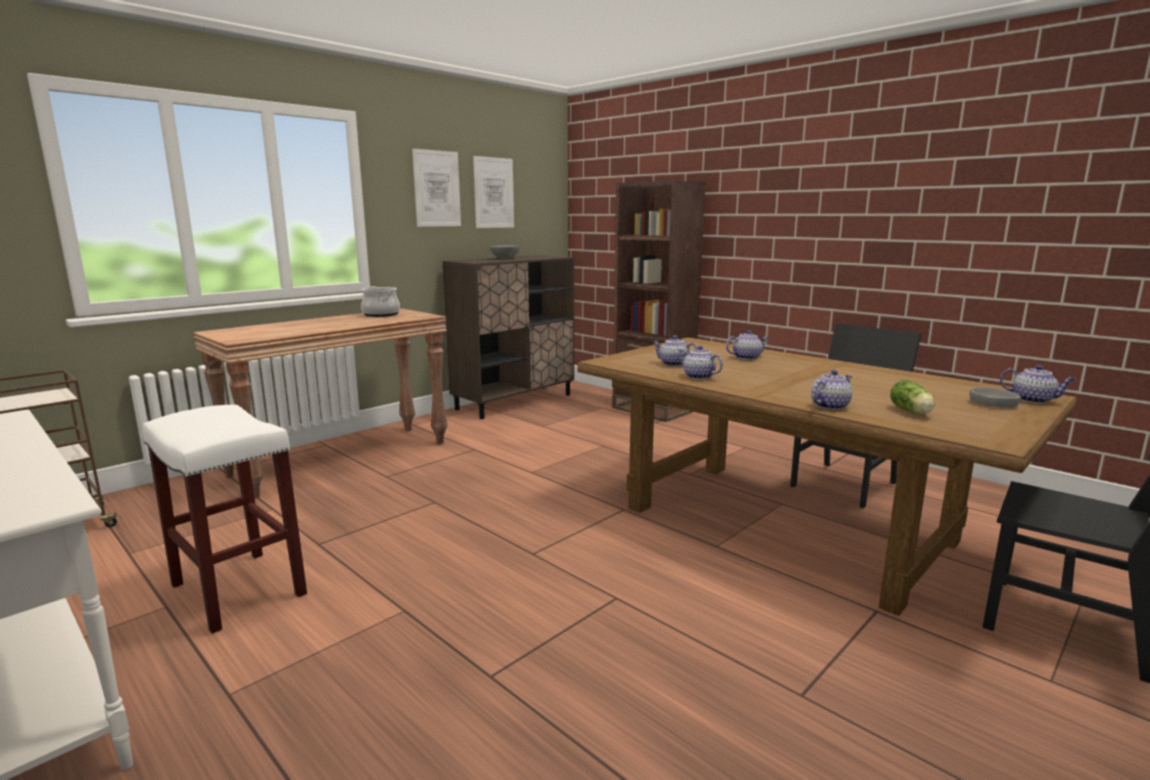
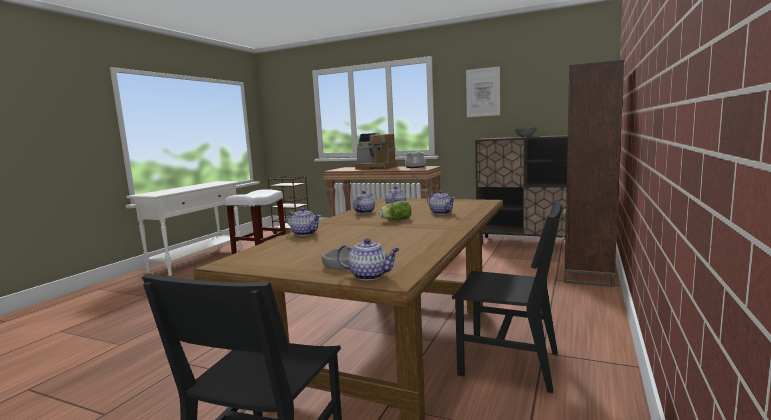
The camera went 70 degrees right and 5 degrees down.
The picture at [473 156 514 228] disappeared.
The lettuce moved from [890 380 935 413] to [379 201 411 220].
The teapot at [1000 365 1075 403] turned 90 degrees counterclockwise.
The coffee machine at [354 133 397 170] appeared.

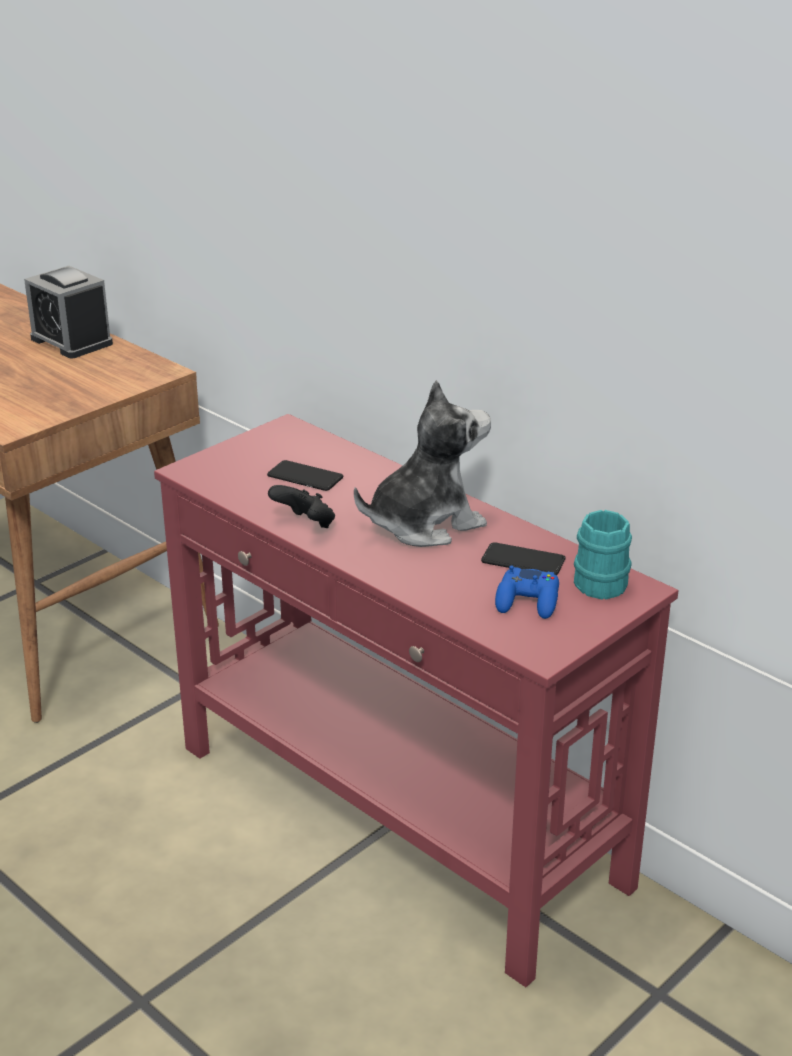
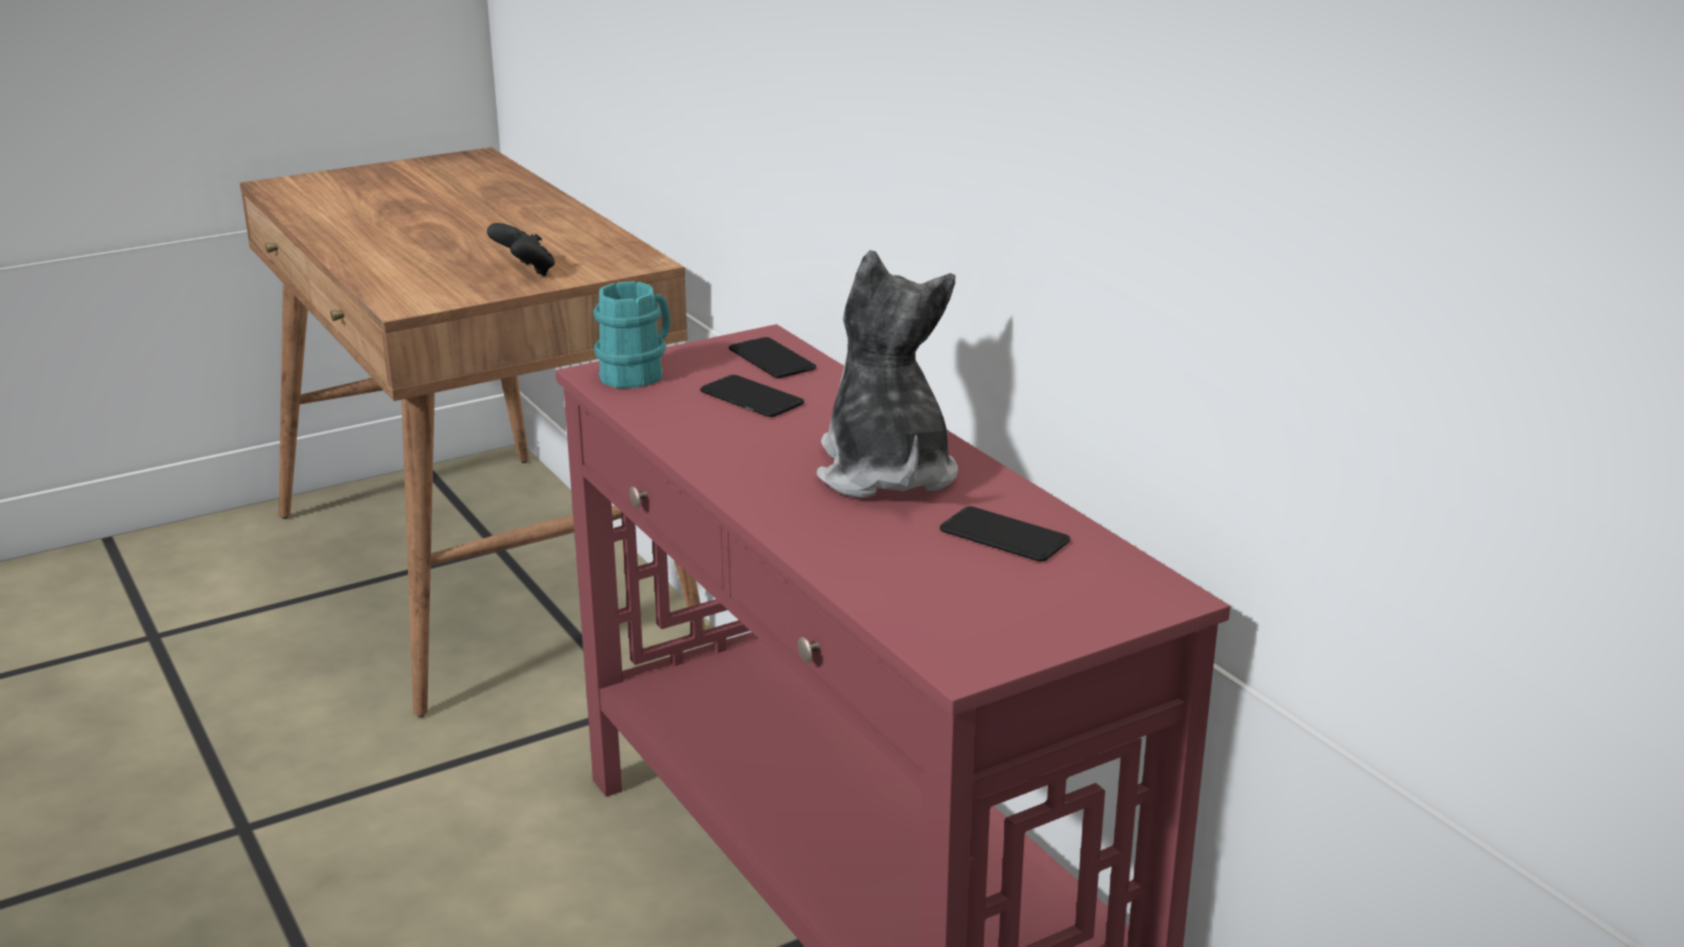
The camera went 15 degrees right and 5 degrees down.
The alarm clock at [24 266 113 359] disappeared.
The black game controller moved from [268 485 335 528] to [487 223 555 276].
The plush toy at [354 380 491 547] turned 90 degrees counterclockwise.
The blue game controller at [495 565 559 619] disappeared.
The turquoise mug moved from [574 510 632 600] to [593 281 670 389].
The phone at [729 337 817 378] appeared.

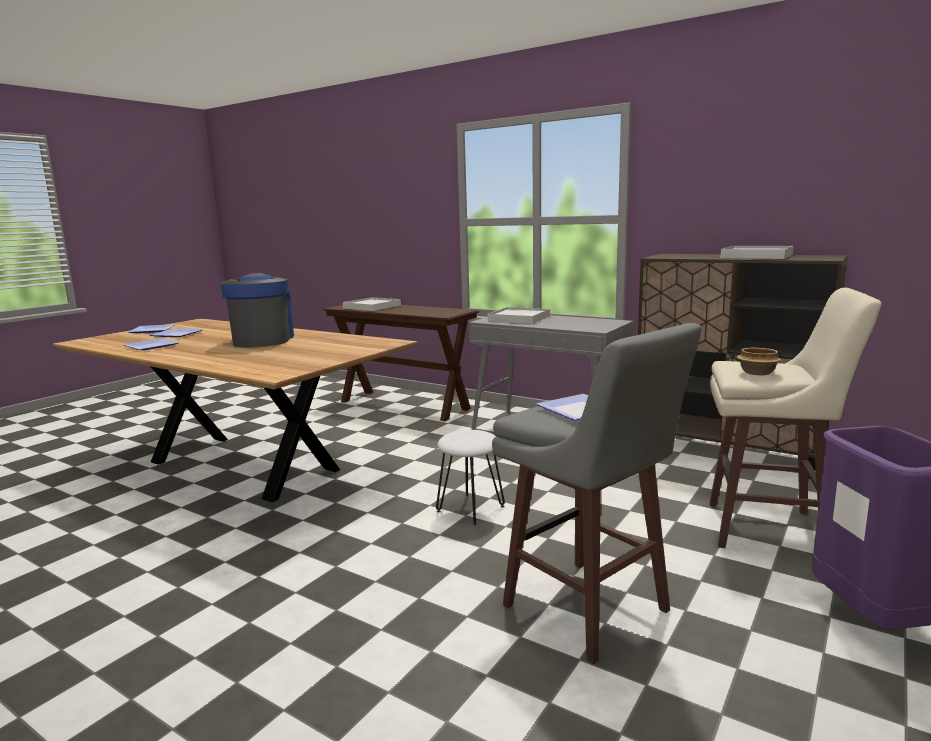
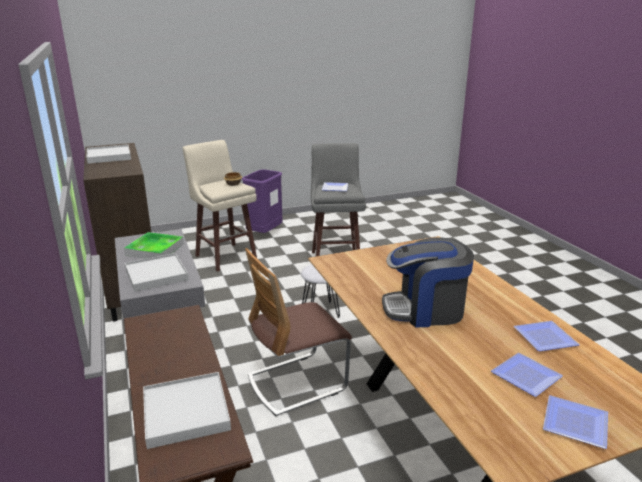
The camera went 145 degrees left and 10 degrees up.
The coffee machine at [220 273 294 348] turned 60 degrees clockwise.
The tray at [124 232 184 259] appeared.
The chair at [245 248 352 416] appeared.

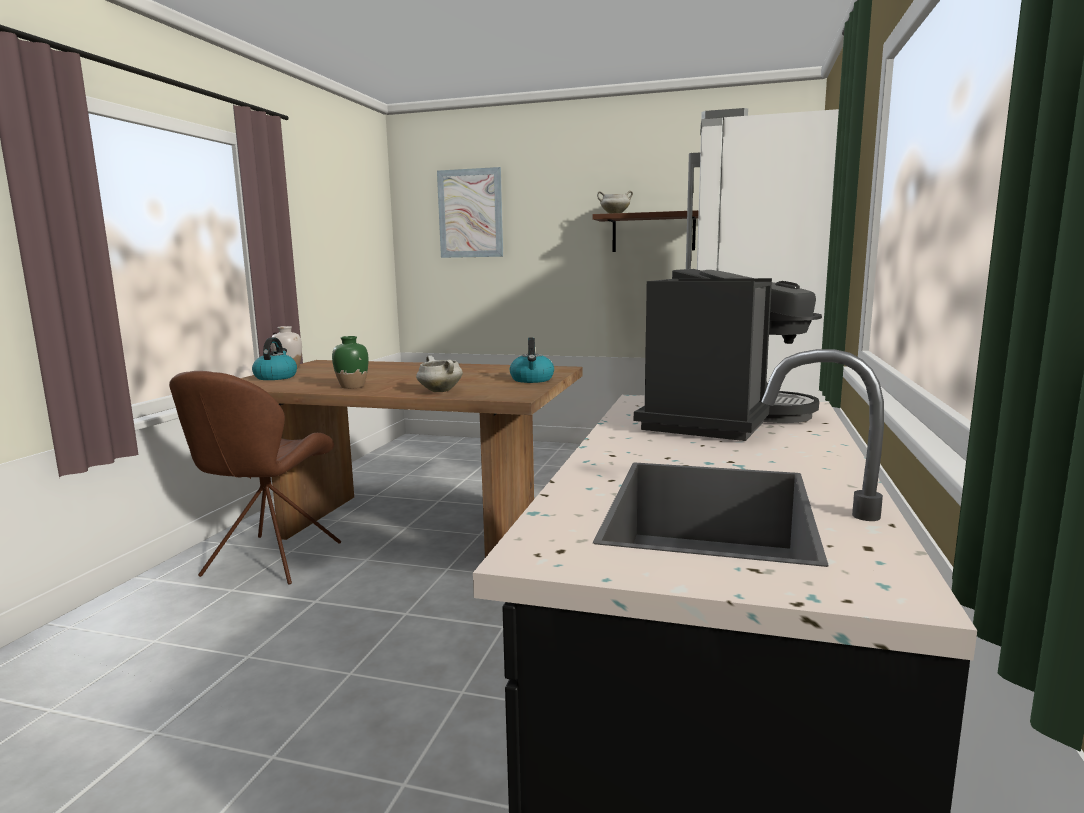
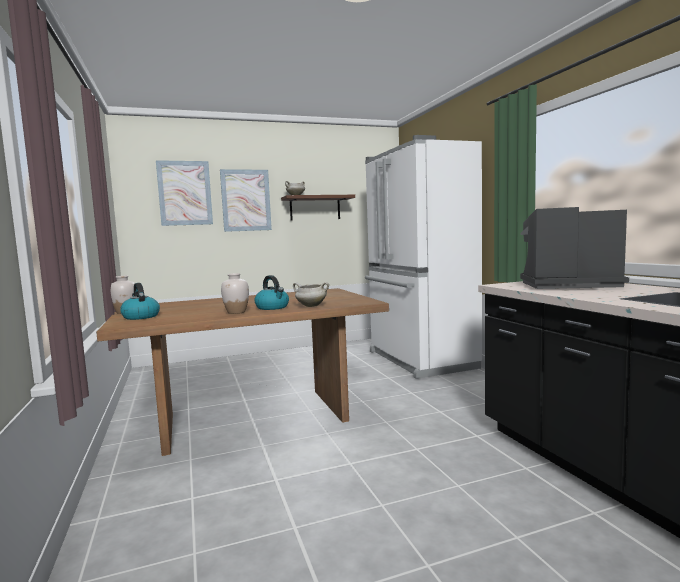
The camera went 35 degrees left and 5 degrees down.
The brown chair at [169 371 341 584] disappeared.
The green vase at [332 336 369 389] became the white vase at [221 273 249 314].
The kettle moved from [510 337 554 383] to [254 275 289 310].
The coffee machine at [634 269 822 441] turned 75 degrees counterclockwise.
The picture at [220 169 272 232] appeared.

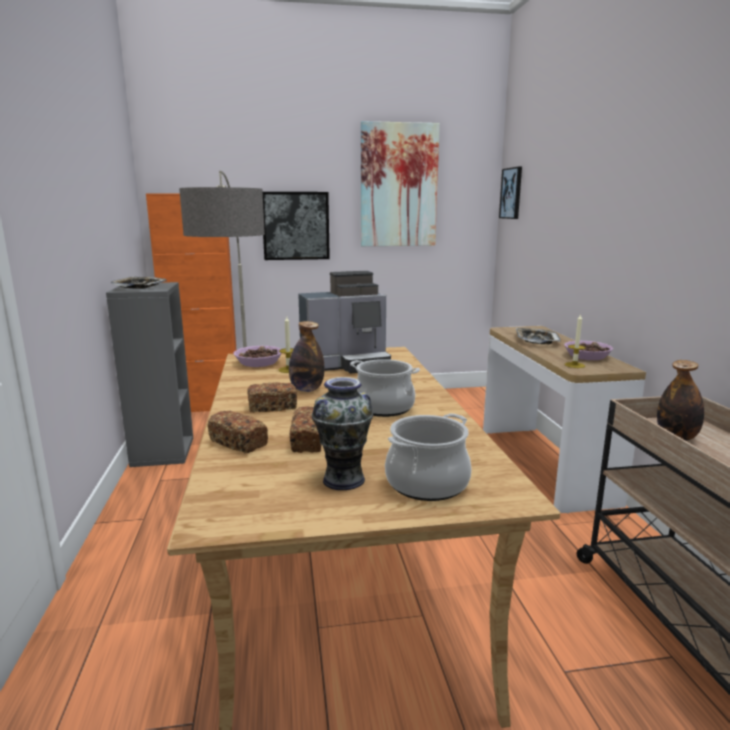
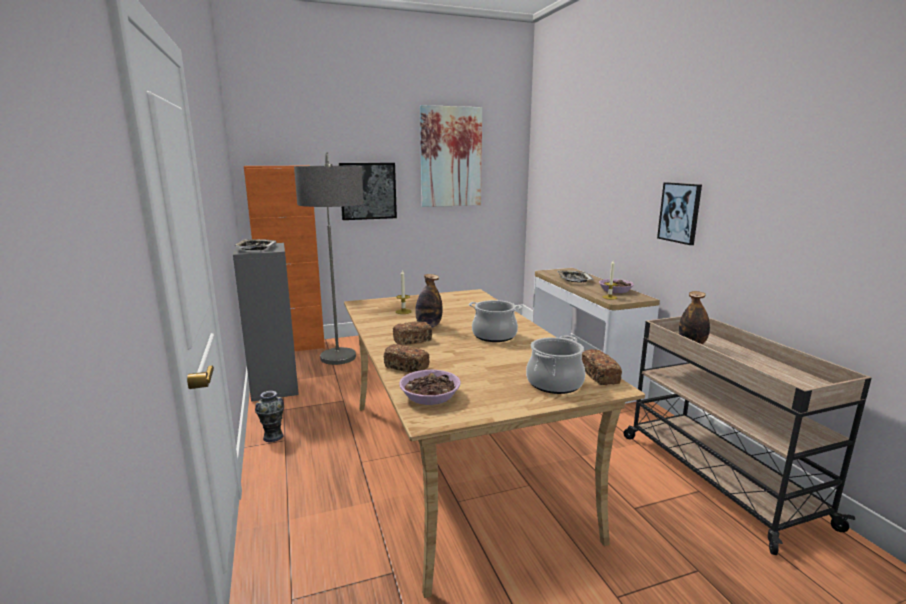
The camera went 10 degrees left and 0 degrees up.
The bowl moved from [233 346 282 367] to [399 370 461 405].
The bread moved from [290 406 322 453] to [582 349 622 385].
The coffee machine at [298 271 391 374] disappeared.
The vase moved from [312 377 373 490] to [255 391 284 442].
The picture moved from [499 167 522 219] to [657 182 702 245].

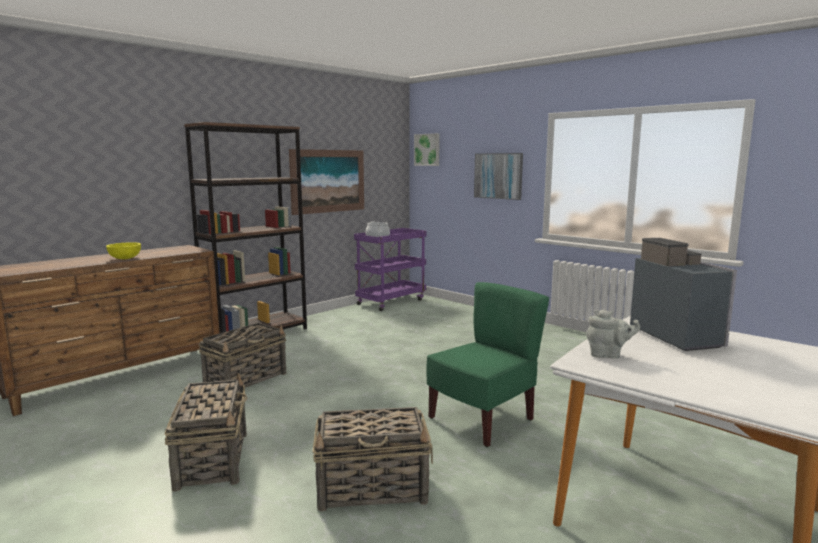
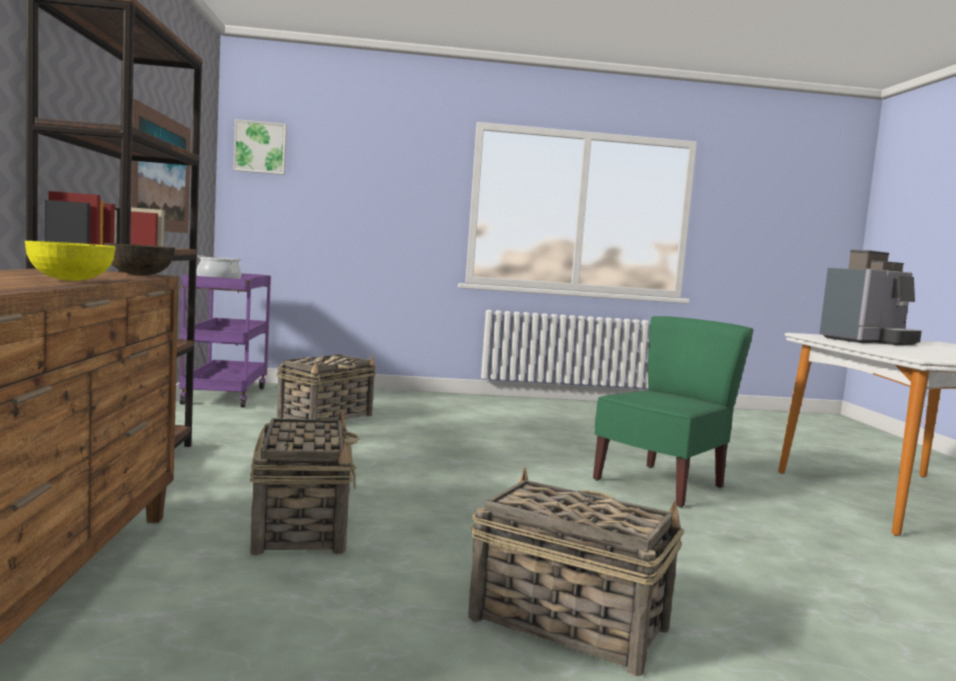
The camera went 50 degrees left and 5 degrees down.
The basket moved from [312 407 433 512] to [276 354 376 420].
The green chair at [426 282 549 447] turned 45 degrees clockwise.
The picture at [474 153 523 200] disappeared.
The grey teapot at [586 309 640 359] disappeared.
The coffee machine at [630 238 737 351] turned 120 degrees clockwise.
The brown bowl at [104 243 175 276] appeared.

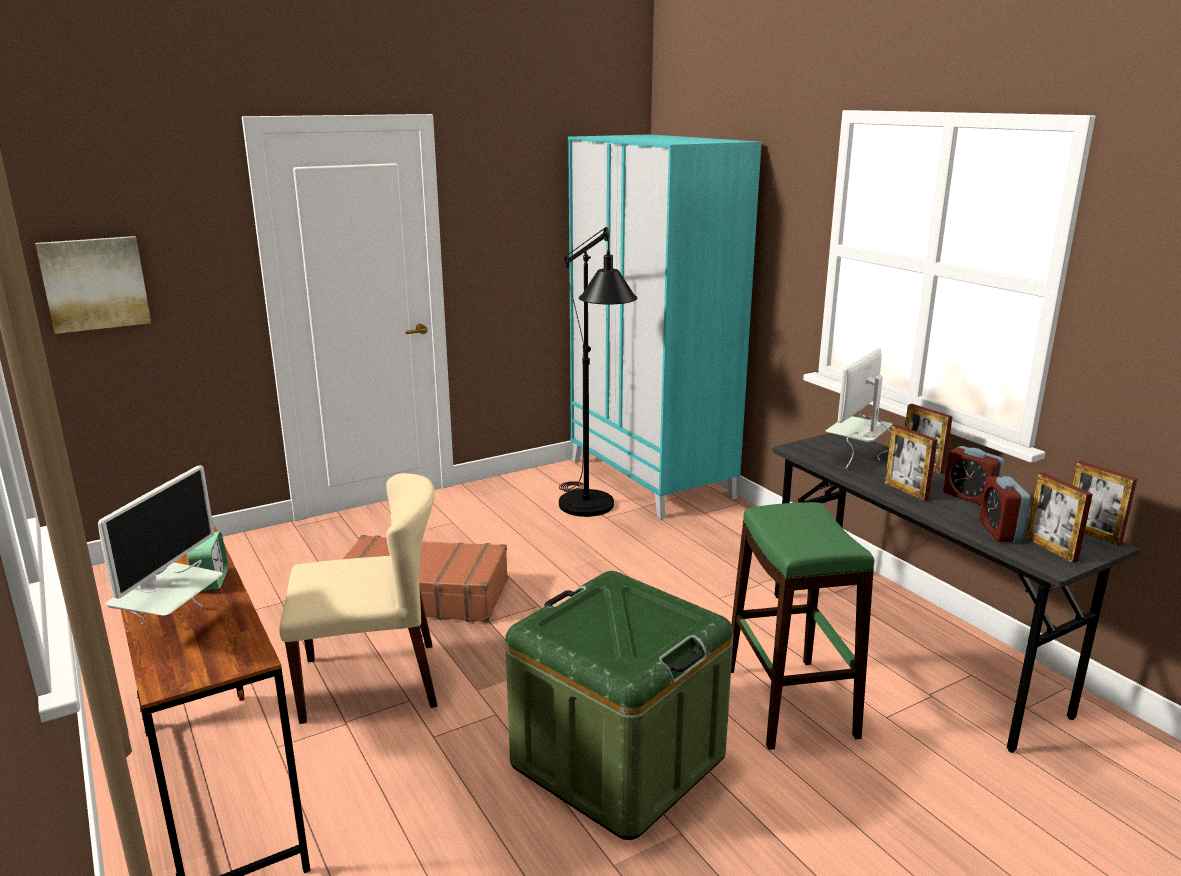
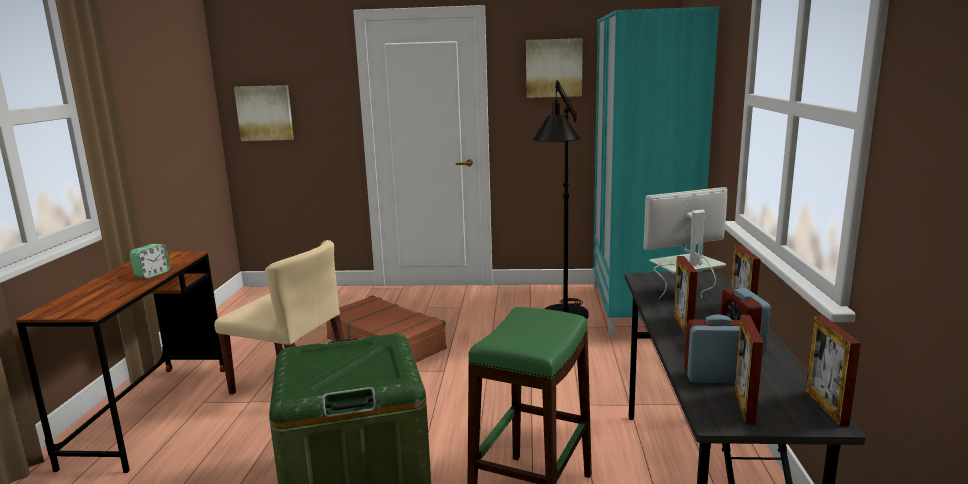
The camera went 35 degrees right and 5 degrees down.
The monitor at [98 465 223 624] disappeared.
The alarm clock at [979 476 1030 542] turned 60 degrees clockwise.
The picture at [526 38 583 98] appeared.

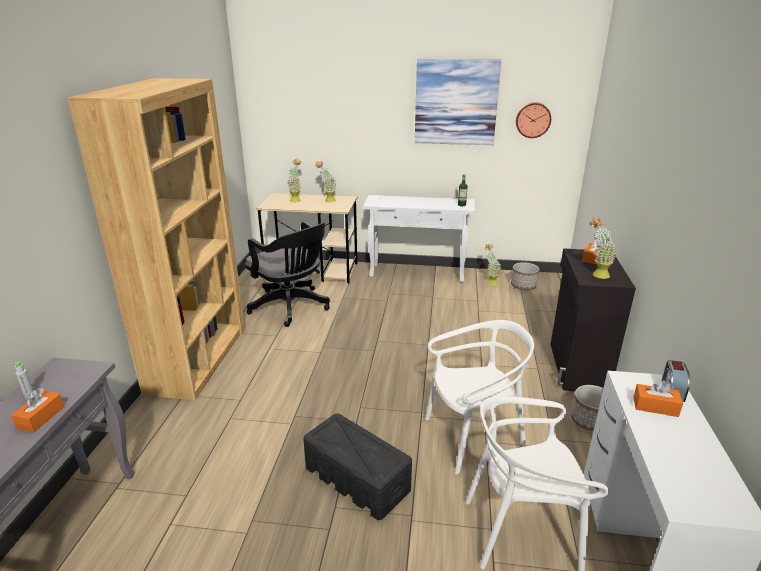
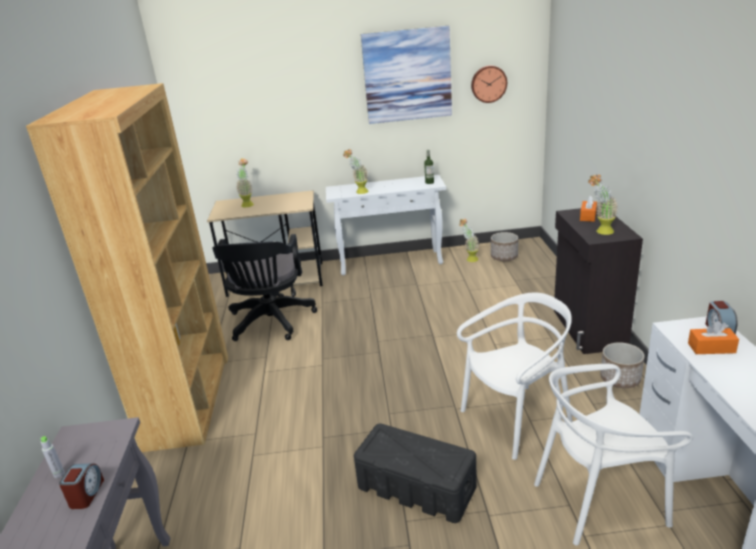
The camera went 10 degrees left and 0 degrees up.
The orange tissue box at [11 388 65 433] was replaced by the alarm clock at [59 463 104 509].
The black office chair at [245 221 330 327] turned 60 degrees clockwise.
The potted plant moved from [315 161 336 202] to [343 149 368 194].

